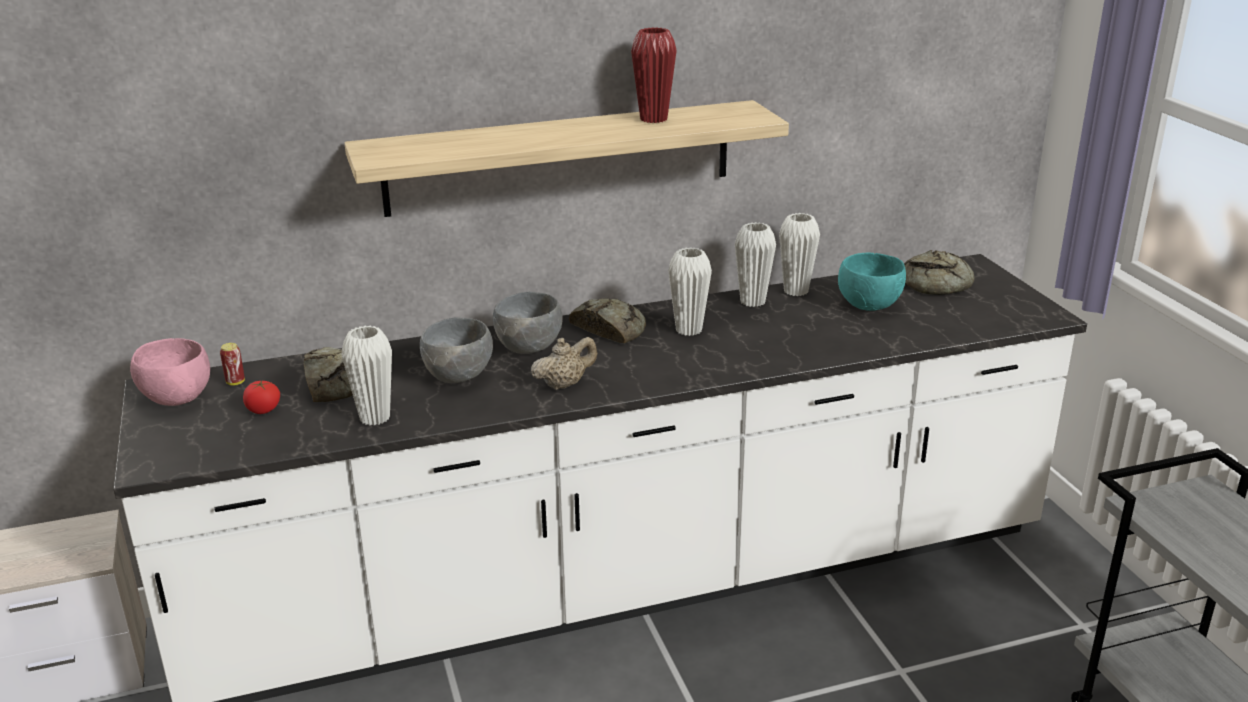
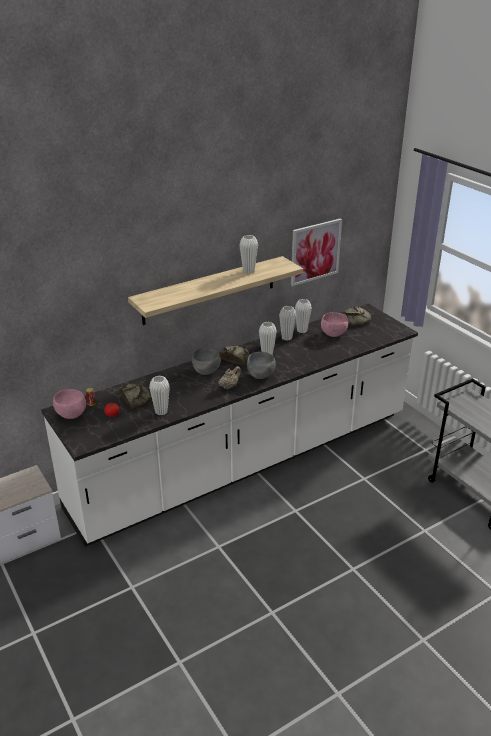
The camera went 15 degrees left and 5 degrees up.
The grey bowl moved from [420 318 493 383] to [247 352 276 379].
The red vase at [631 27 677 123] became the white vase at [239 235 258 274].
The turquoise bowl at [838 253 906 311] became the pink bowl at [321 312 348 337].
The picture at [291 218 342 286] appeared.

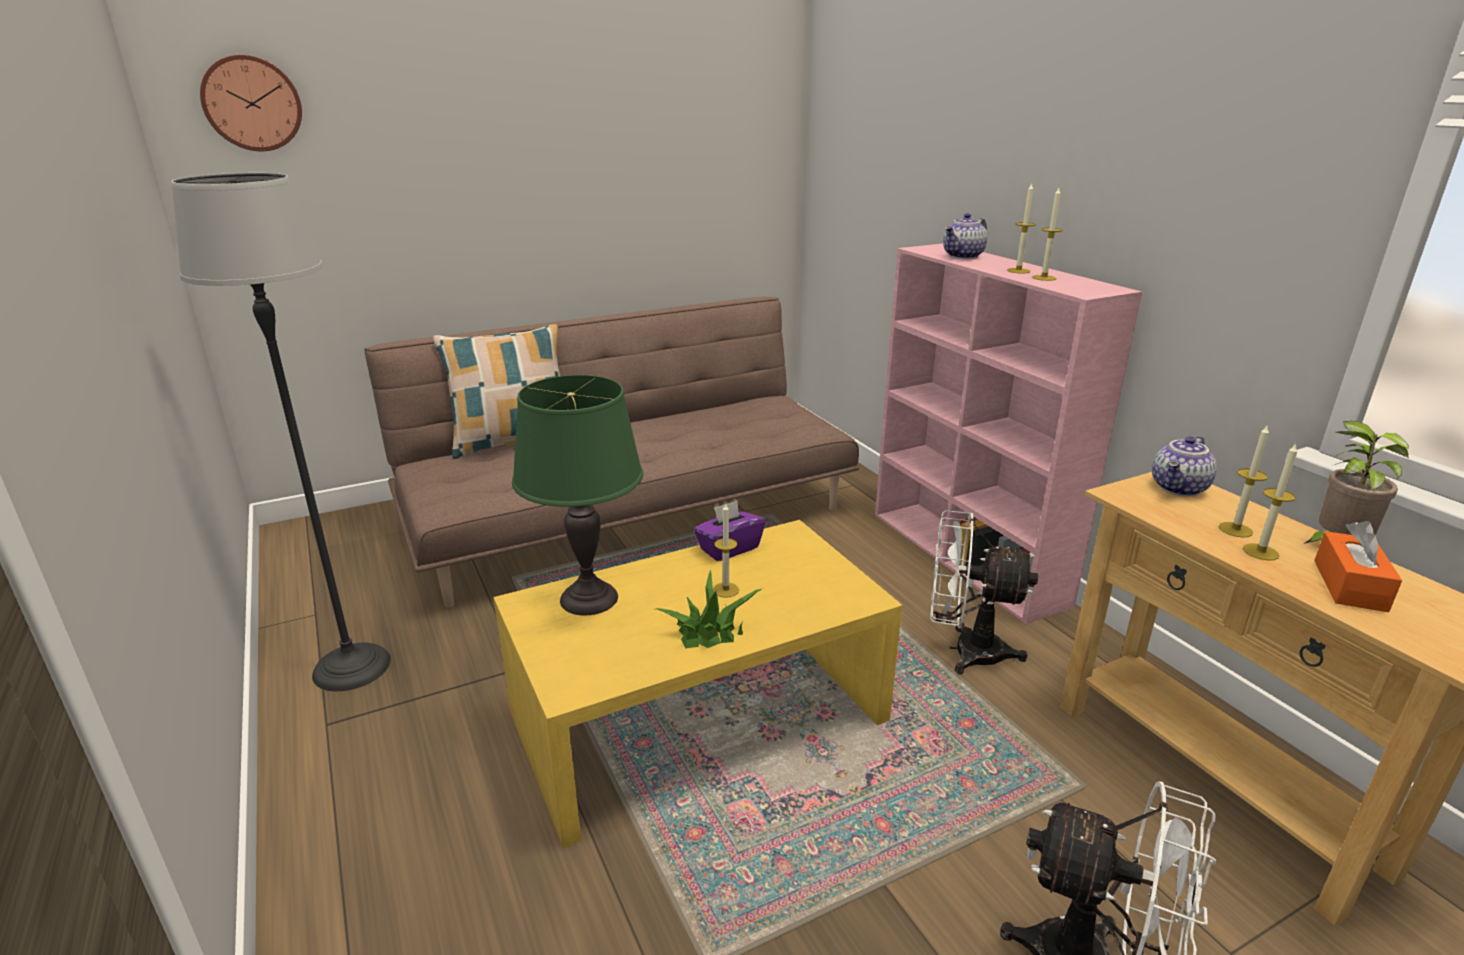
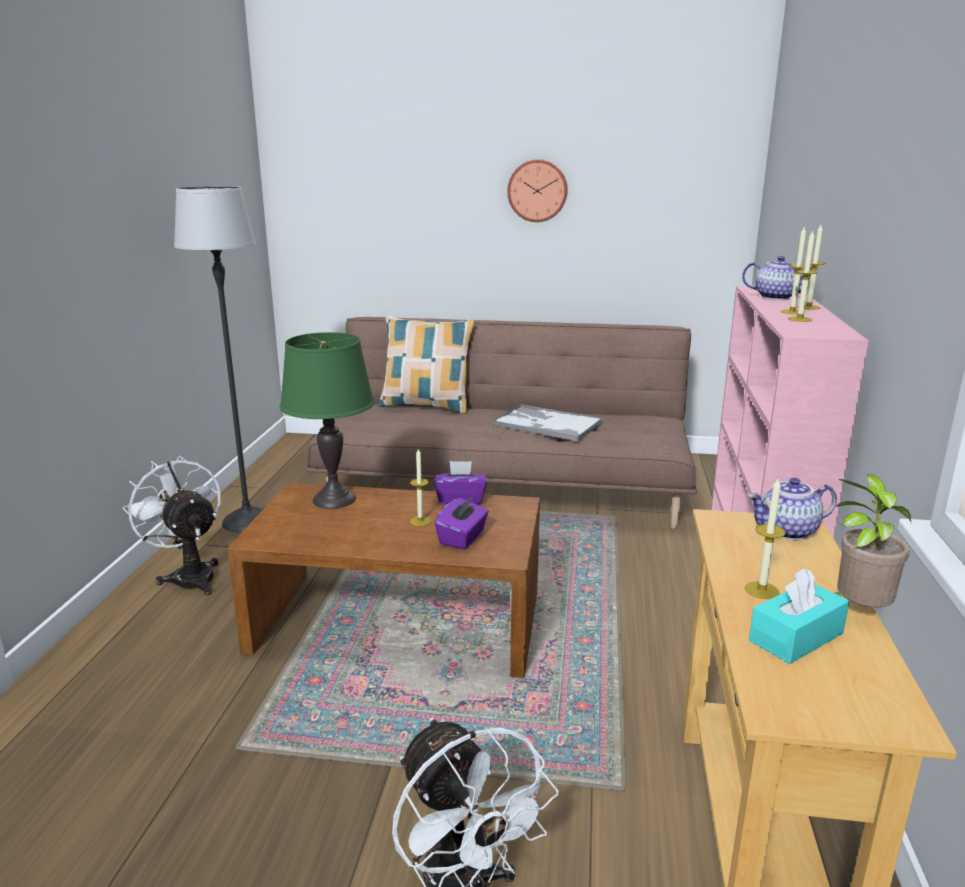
The camera went 35 degrees right and 5 degrees down.
The wall clock moved from [200 55 302 151] to [507 159 568 222].
The yellow coffee table at [494 520 902 848] became the brown coffee table at [227 483 540 678].
The potted plant at [656 570 764 648] disappeared.
The white fan moved from [930 510 1038 674] to [123 456 221 595].
The teapot at [943 213 988 259] turned 150 degrees counterclockwise.
The candle moved from [1218 424 1269 538] to [797 225 825 310].
The orange tissue box at [1314 521 1402 612] became the turquoise tissue box at [749 568 849 664].
The purple tissue box at [435 495 489 549] appeared.
The tray at [492 404 603 442] appeared.

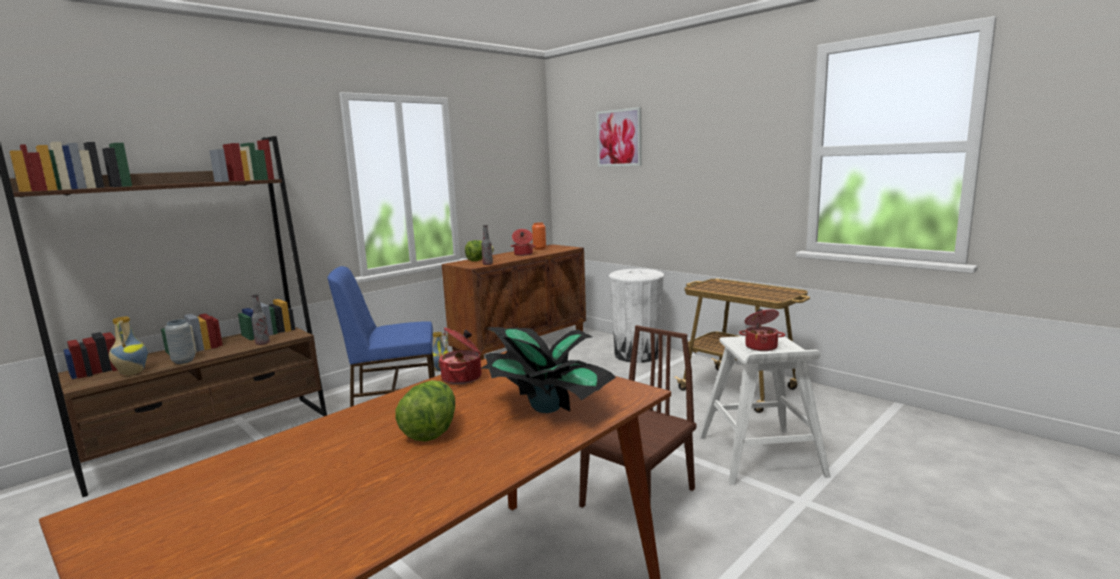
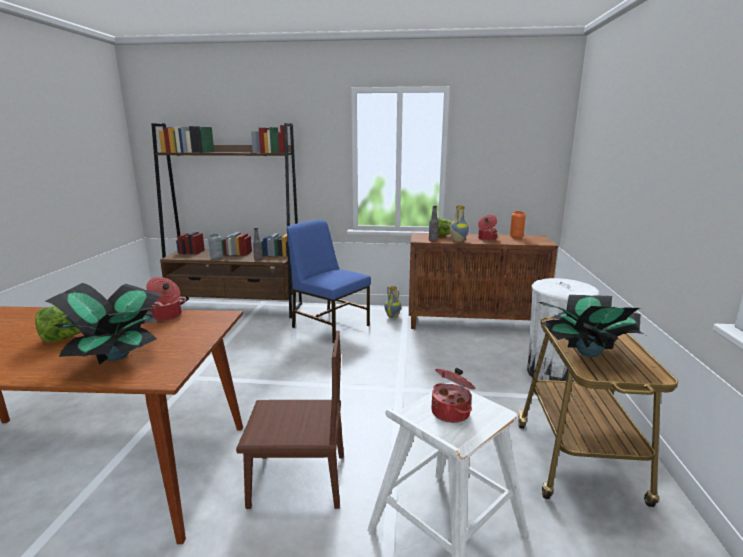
The camera went 50 degrees right and 5 degrees up.
The vase moved from [109 317 148 375] to [449 205 469 242].
The picture at [596 107 642 167] disappeared.
The potted plant at [538 295 645 357] appeared.

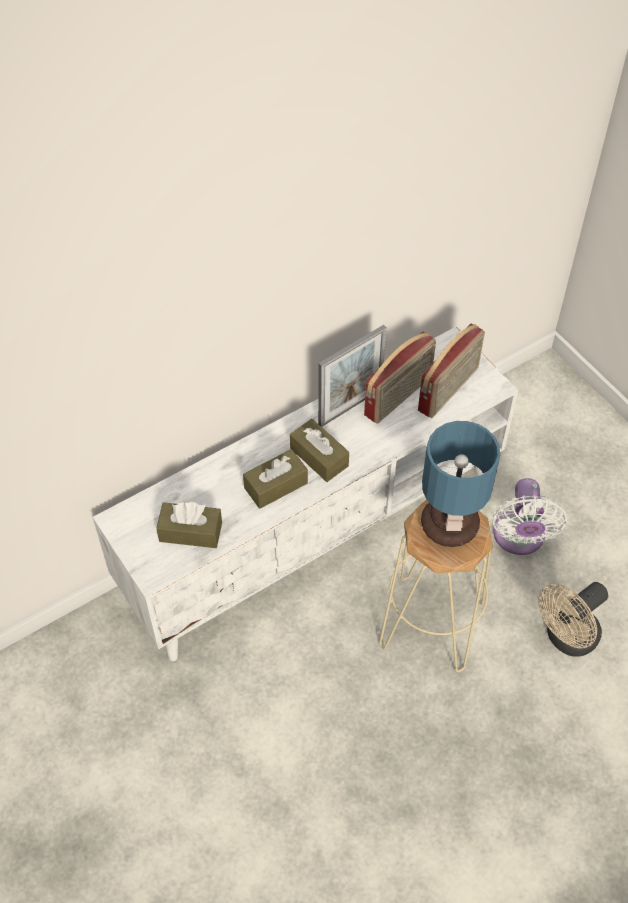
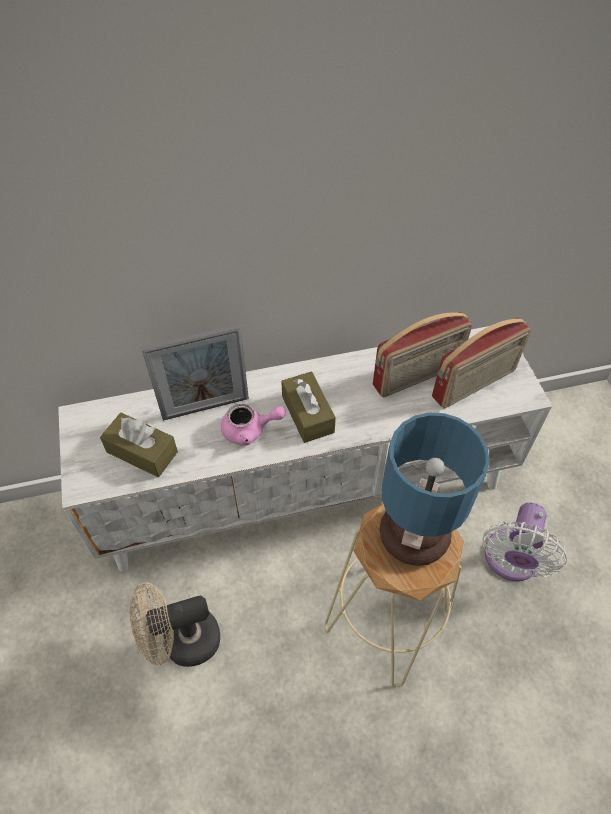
The camera went 20 degrees right and 0 degrees up.
The brown tissue box at [243 449 308 509] was replaced by the pink teapot at [221 403 286 446].
The picture frame moved from [318 325 386 427] to [141 324 249 421].
The beige fan moved from [538 582 608 657] to [130 582 220 667].

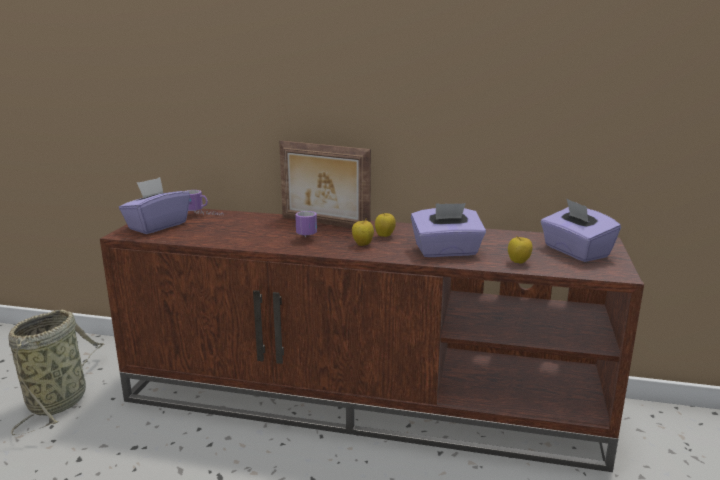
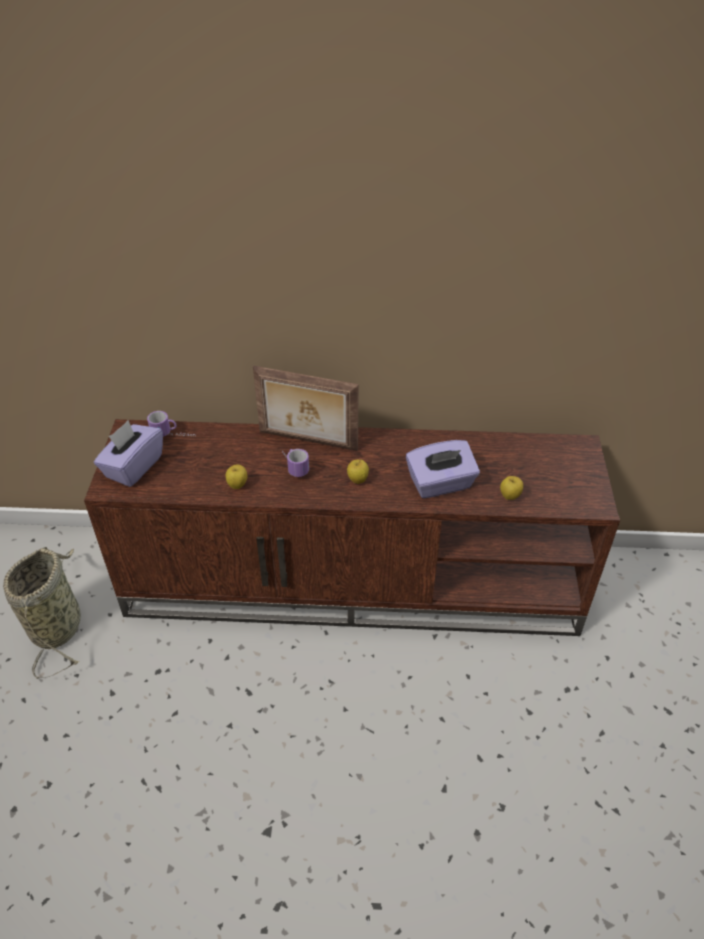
The camera went 10 degrees left and 25 degrees up.
The apple moved from [375 213 396 237] to [226 465 248 489].
The purple tissue box at [541 198 621 262] disappeared.

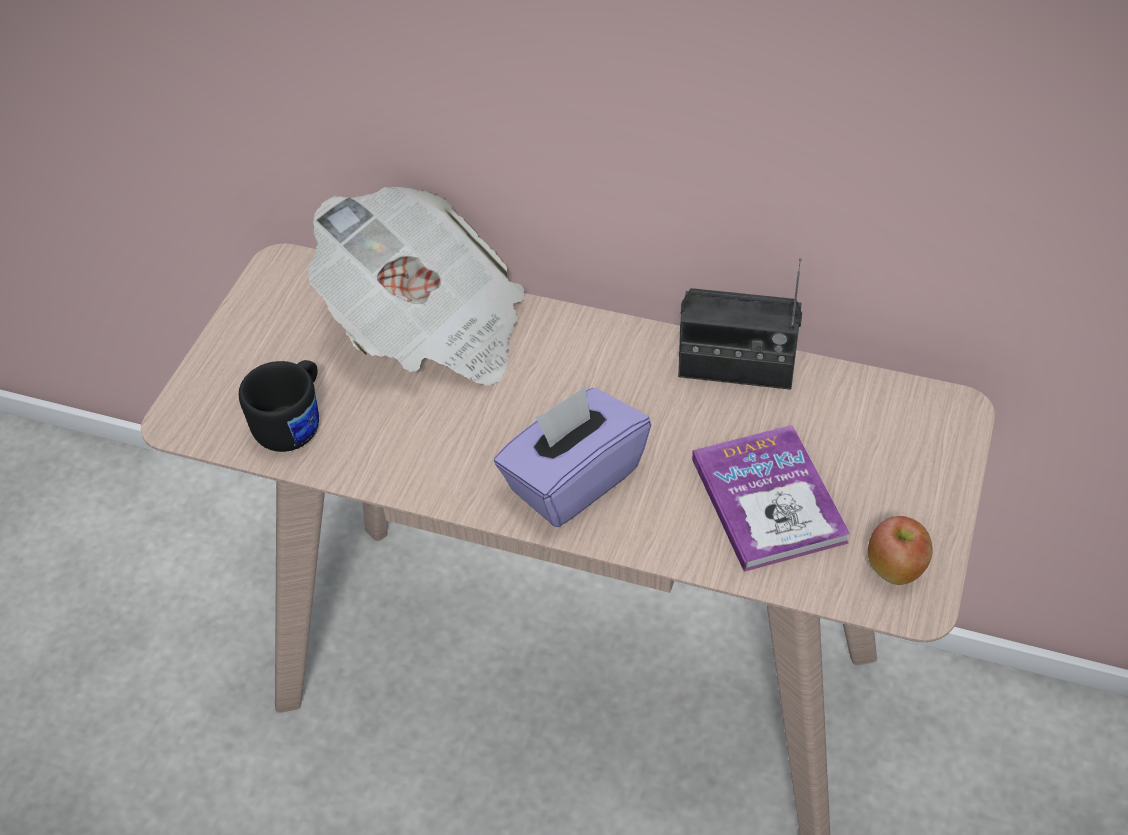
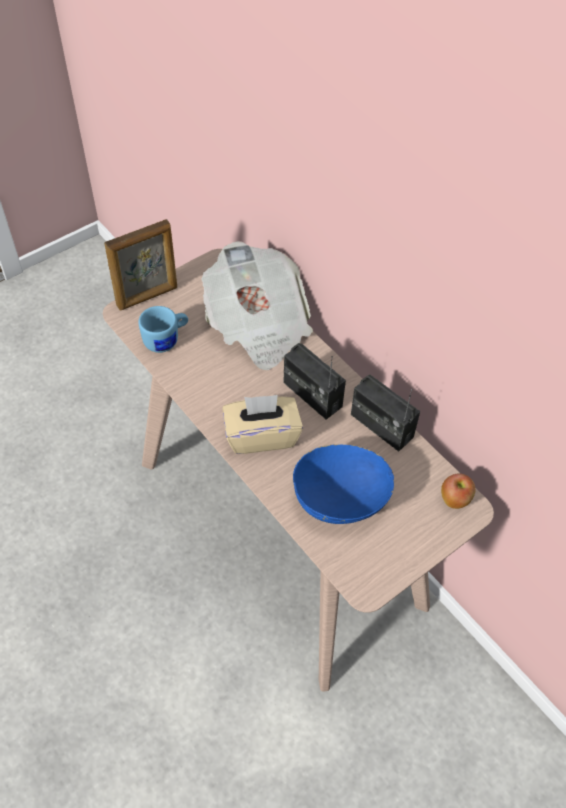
The camera went 30 degrees right and 5 degrees up.
The black mug at [239 360 319 452] became the blue mug at [138 306 188 353].
The purple tissue box at [494 386 651 527] became the beige tissue box at [222 395 303 454].
The book at [692 425 850 572] was replaced by the blue bowl at [293 444 394 524].
The apple moved from [868 516 933 585] to [441 473 475 509].
The picture frame at [104 219 177 310] appeared.
The radio at [283 343 346 419] appeared.

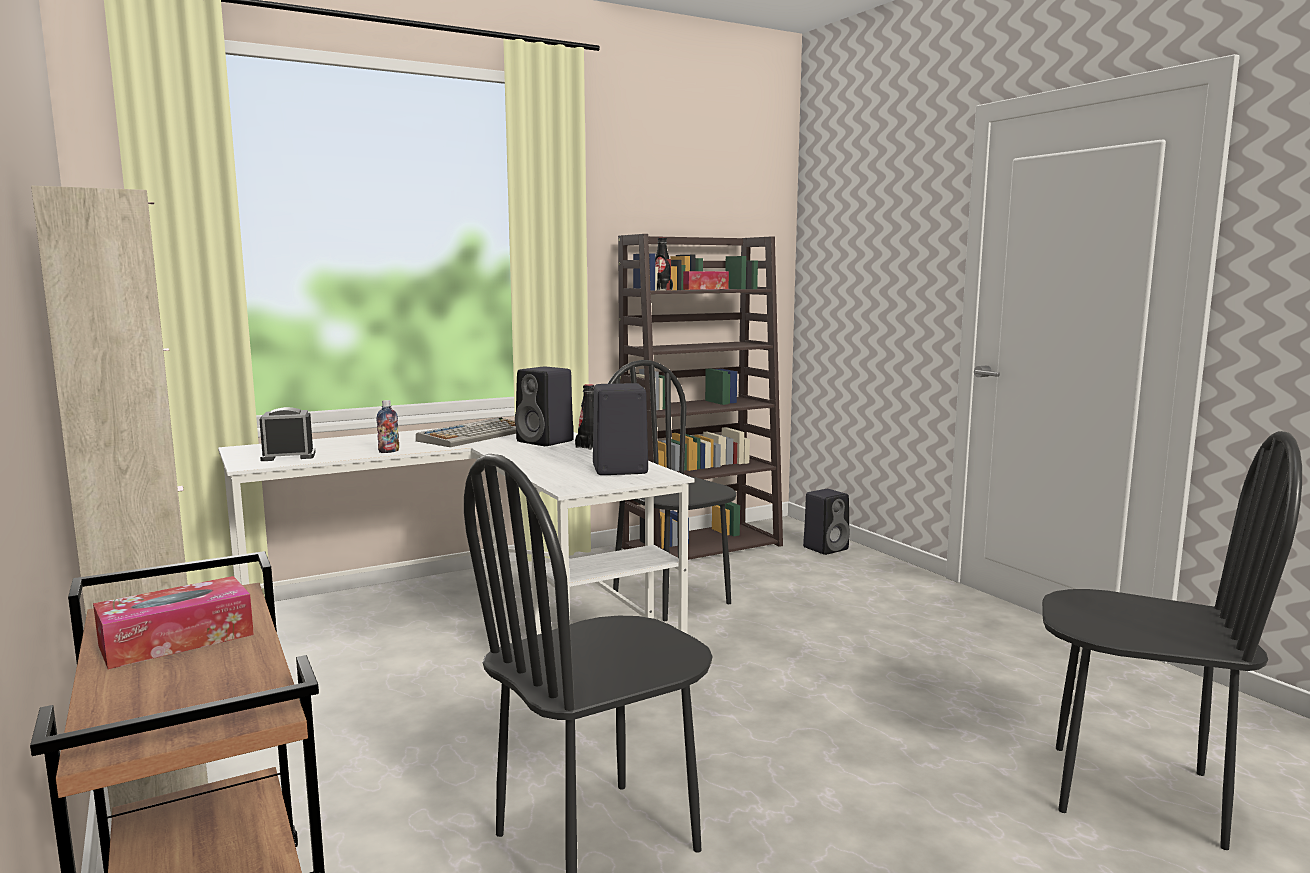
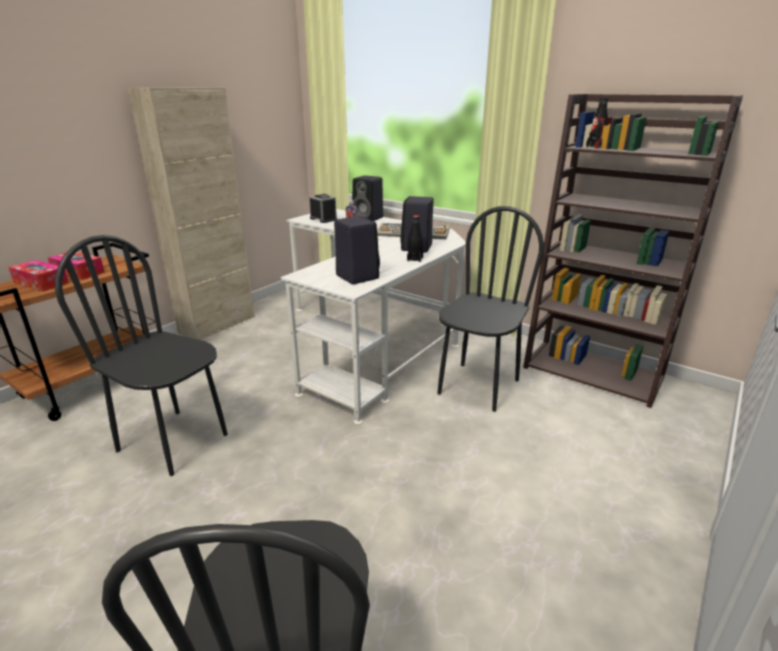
The camera went 65 degrees right and 15 degrees up.
The tissue box moved from [683 271 729 290] to [8 260 69 292].
The black speaker moved from [803 489 850 555] to [352 175 383 221].

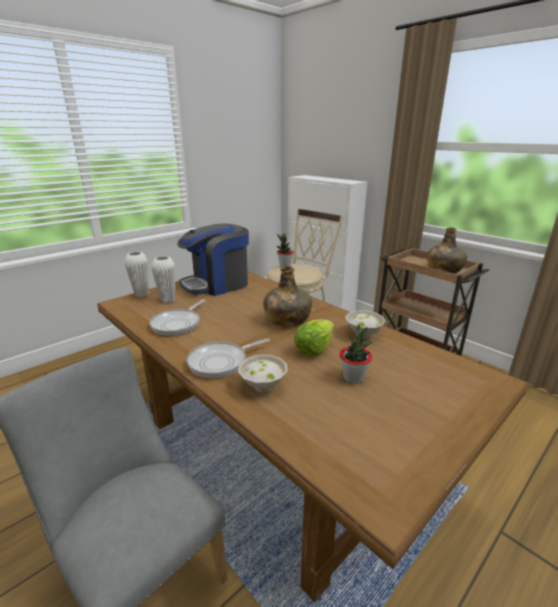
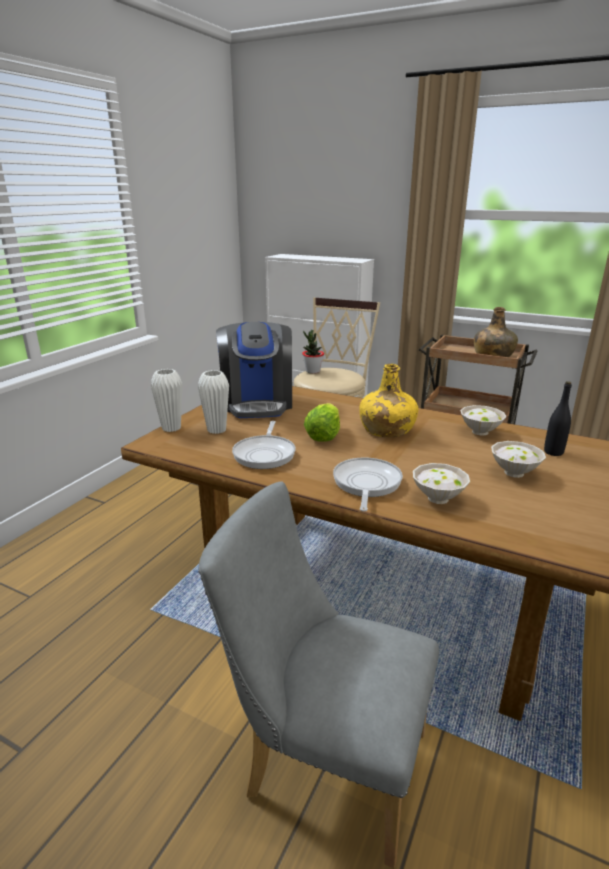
The camera went 20 degrees left and 0 degrees up.
The coffee machine at [177 224 249 296] turned 45 degrees counterclockwise.
The frying pan at [187 339 270 378] turned 150 degrees clockwise.
The green bottle at [263 266 312 327] became the yellow bottle at [359 363 418 437].
The lettuce moved from [294 319 334 356] to [304 403 340 442].
The potted plant at [340 325 372 384] was replaced by the white bowl at [491 441 546 478].
The black bottle at [544 381 572 456] appeared.

